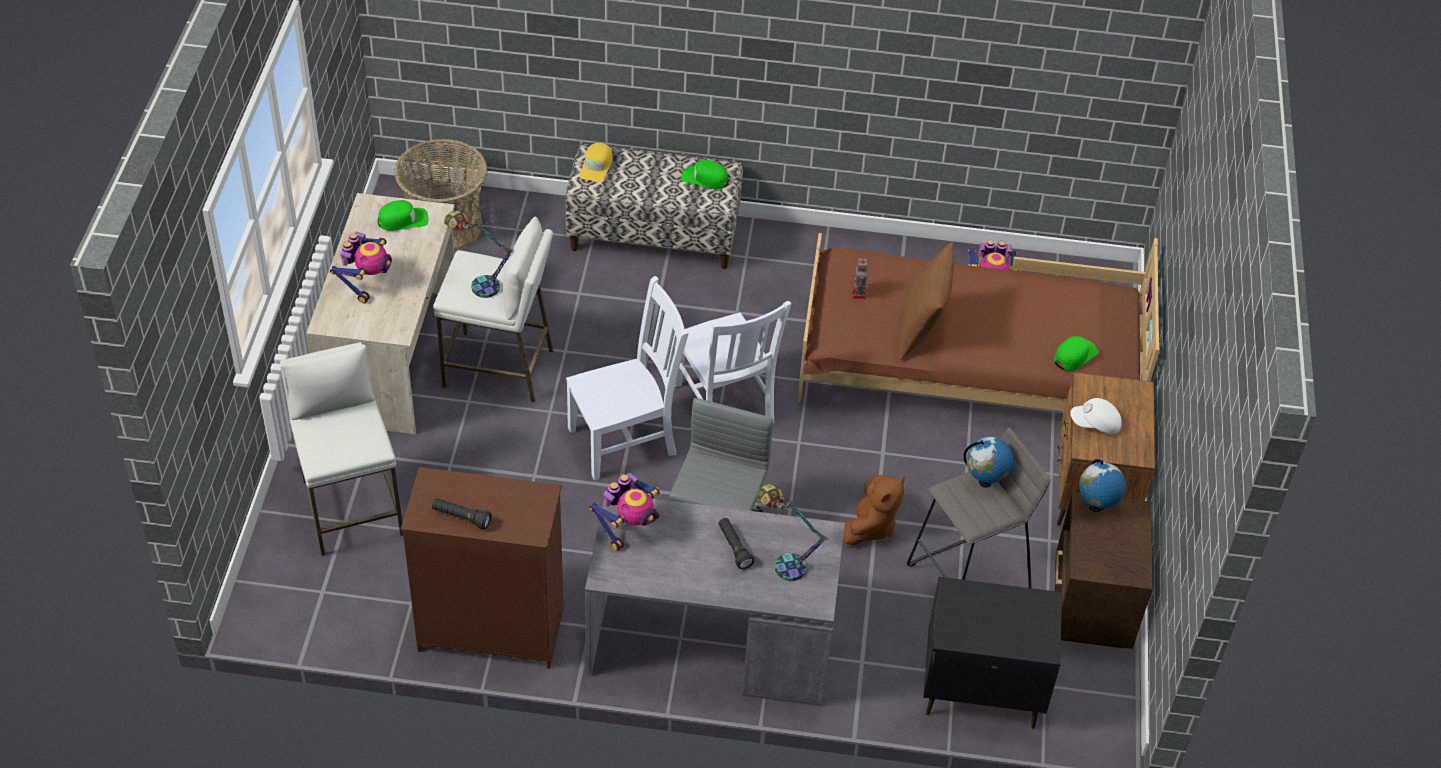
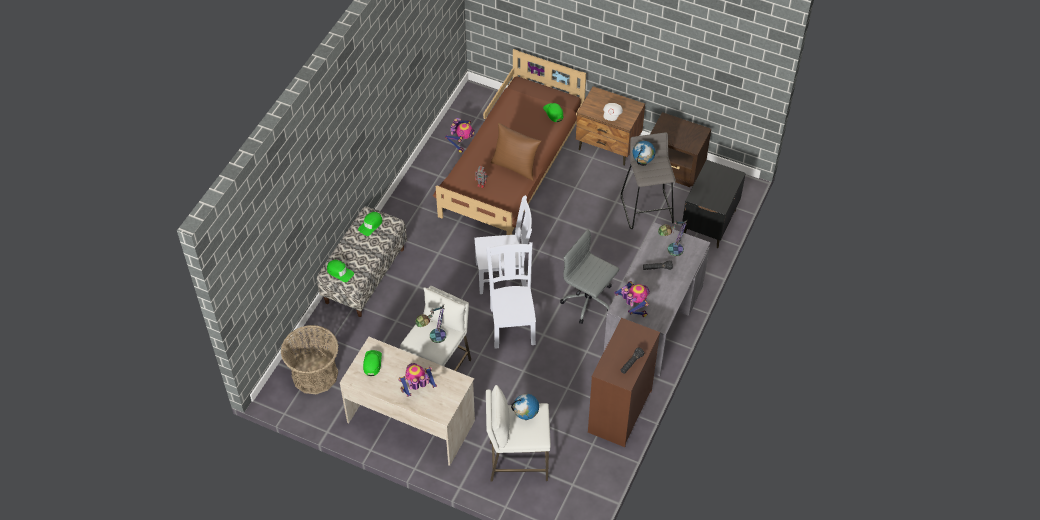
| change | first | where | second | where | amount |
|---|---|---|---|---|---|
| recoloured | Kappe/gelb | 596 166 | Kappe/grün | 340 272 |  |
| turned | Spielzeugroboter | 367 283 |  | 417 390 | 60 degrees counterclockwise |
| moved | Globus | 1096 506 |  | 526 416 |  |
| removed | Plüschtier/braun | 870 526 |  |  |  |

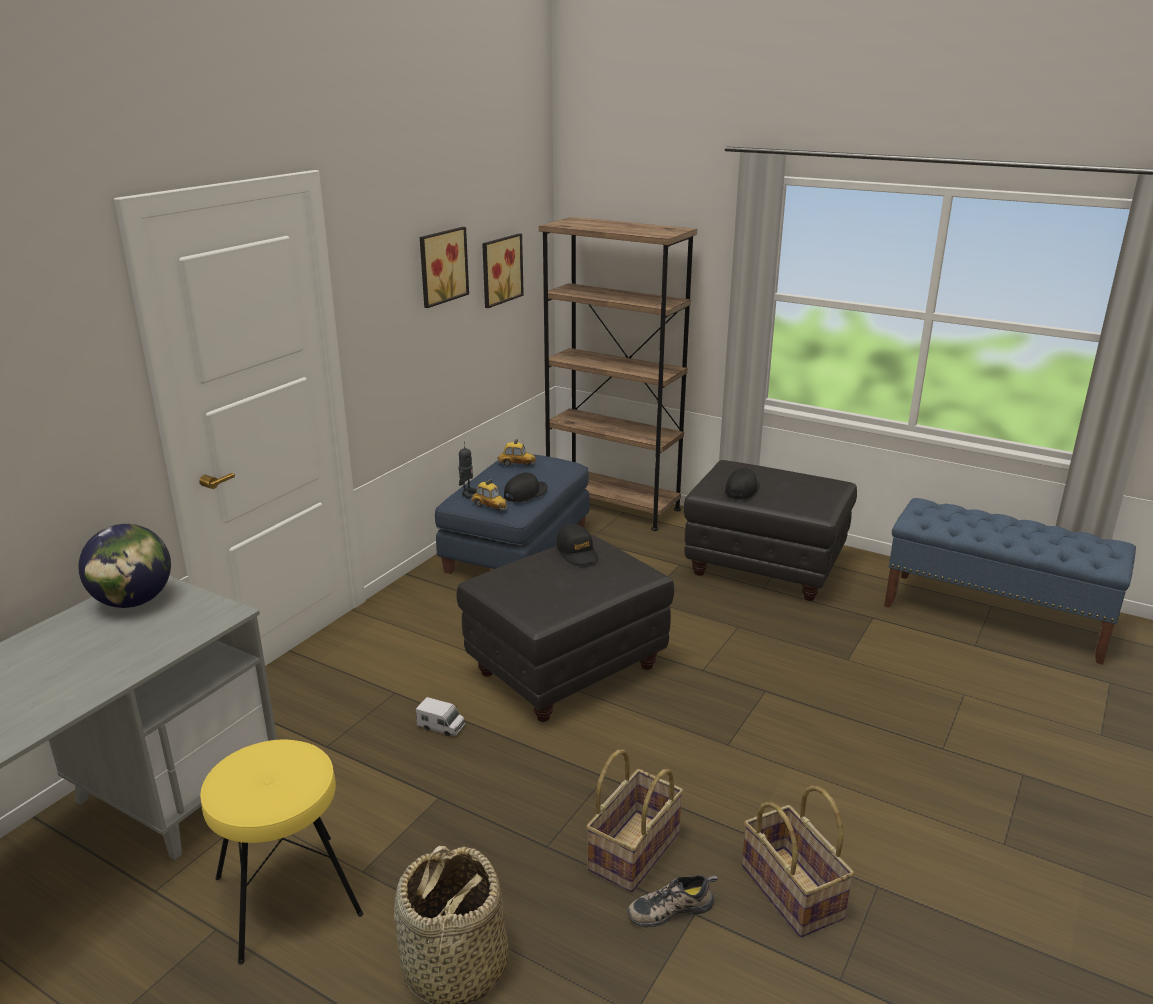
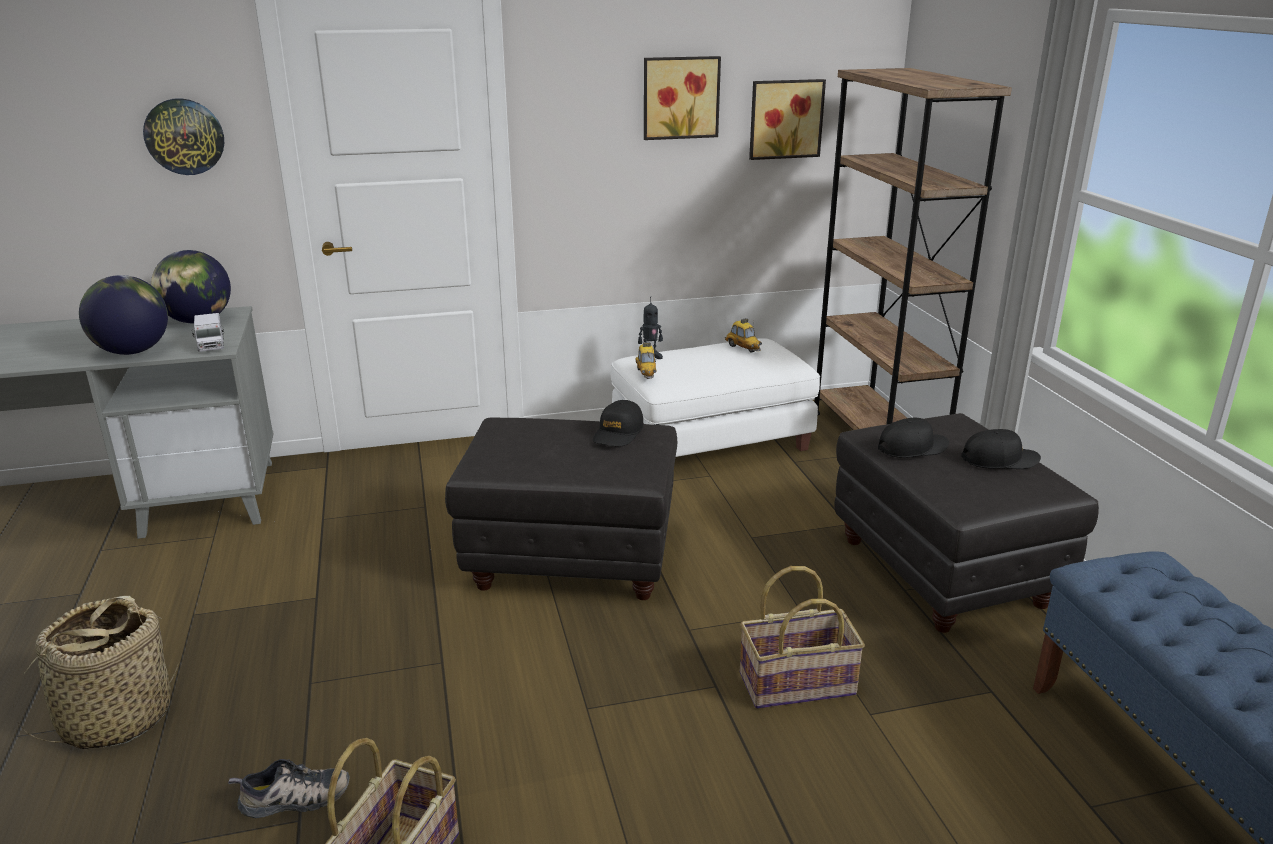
| change | first | where | second | where | amount |
|---|---|---|---|---|---|
| recoloured | Polsterhocker/blau | 517 549 | Polsterhocker/weiß | 712 442 |  |
| moved | Kappe/schwarz | 525 494 |  | 999 460 |  |
| moved | Spielzeuglaster | 441 727 |  | 211 345 |  |
| removed | Hocker/gelb | 287 896 |  |  |  |
| moved | Korb | 633 850 |  | 797 682 |  |
| turned | Schuh | 670 907 |  | 293 800 | 135 degrees clockwise |
| added |  |  | Wanduhr | 184 136 |  |
| added |  |  | Globus | 132 351 |  |

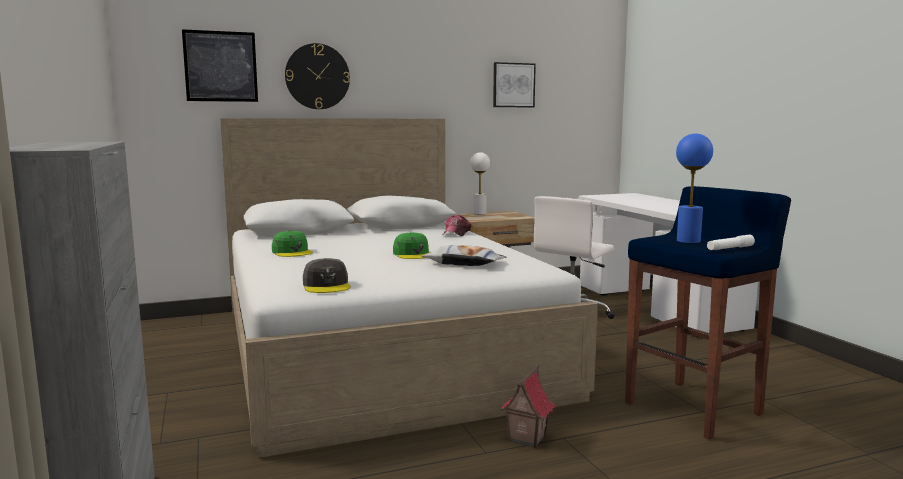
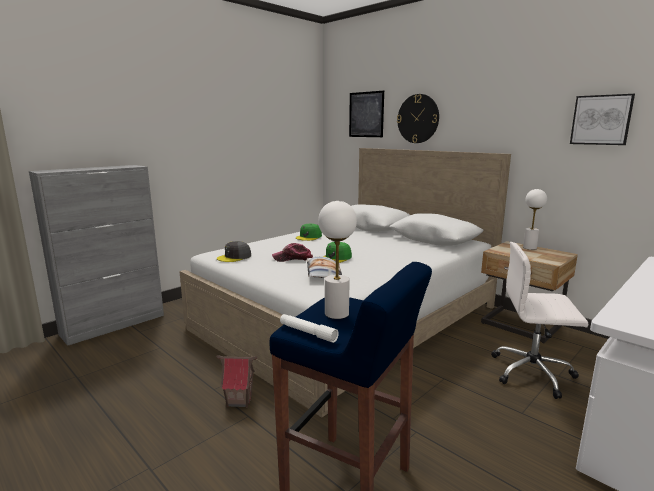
| change | first | where | second | where | amount |
|---|---|---|---|---|---|
| recoloured | Tischlampe/blau | 688 241 | Tischlampe/weiß | 336 313 |  |
| moved | Kappe | 457 233 |  | 293 258 |  |

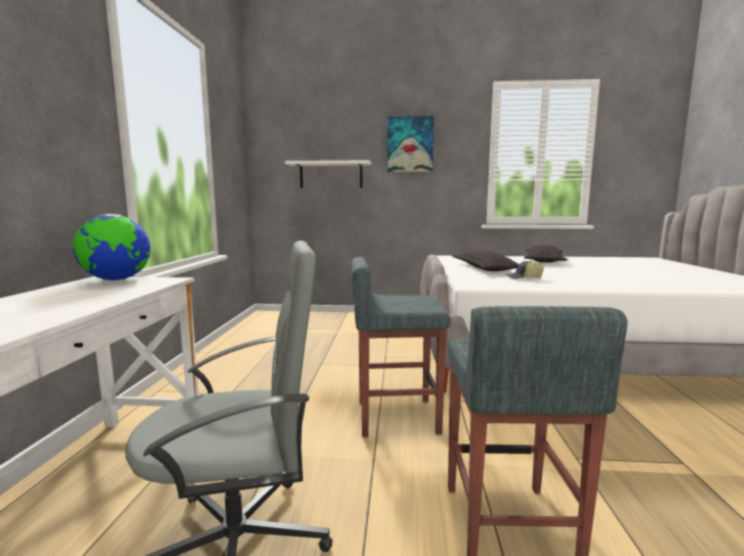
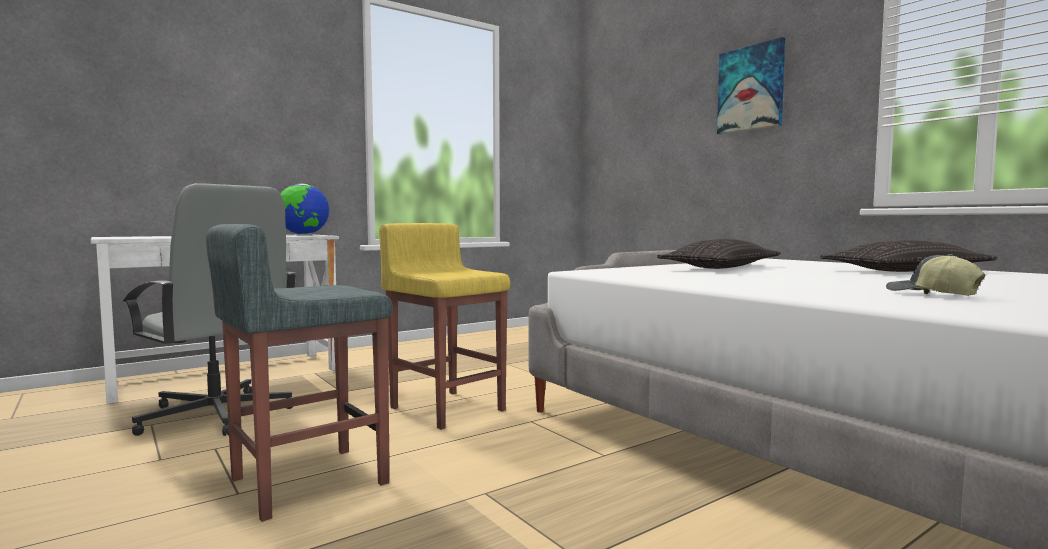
| change | first | where | second | where | amount |
|---|---|---|---|---|---|
| removed | Wandregal/weiß | 331 175 |  |  |  |
| recoloured | Hocker/grau | 396 417 | Hocker/gelb | 446 408 |  |
| moved | Kappe | 523 278 |  | 930 295 |  |

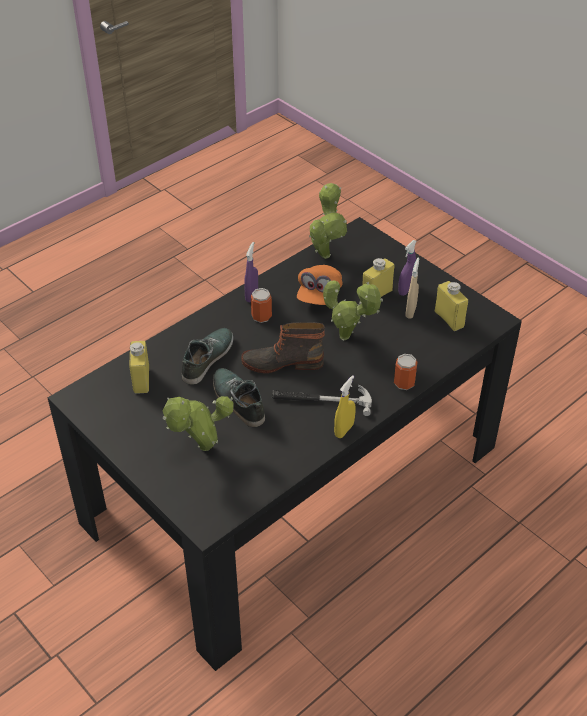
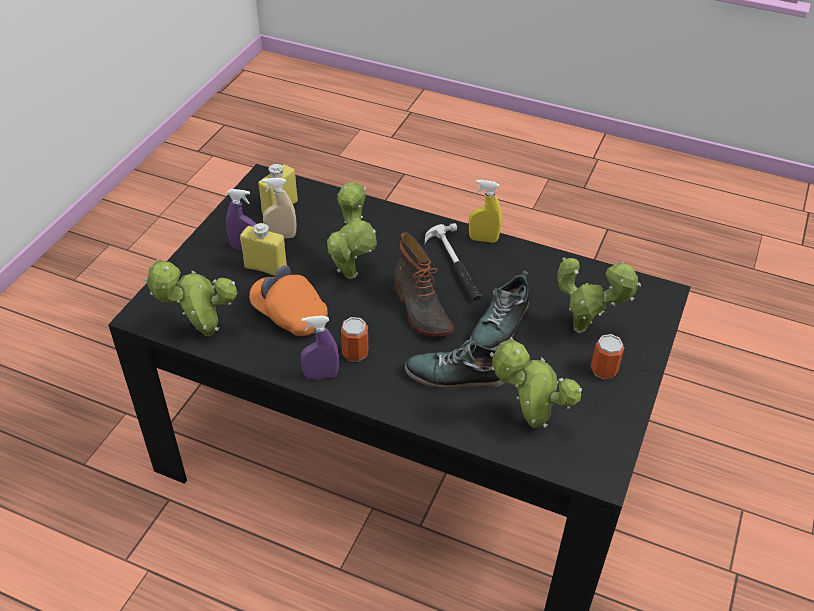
| change | first | where | second | where | amount |
|---|---|---|---|---|---|
| turned | Kappe/orange | 319 295 |  | 289 315 | 135 degrees counterclockwise |
| replaced | Flasche/gelb | 141 380 | Topfpflanze | 529 422 |  |
| moved | Dose | 404 383 |  | 603 370 |  |

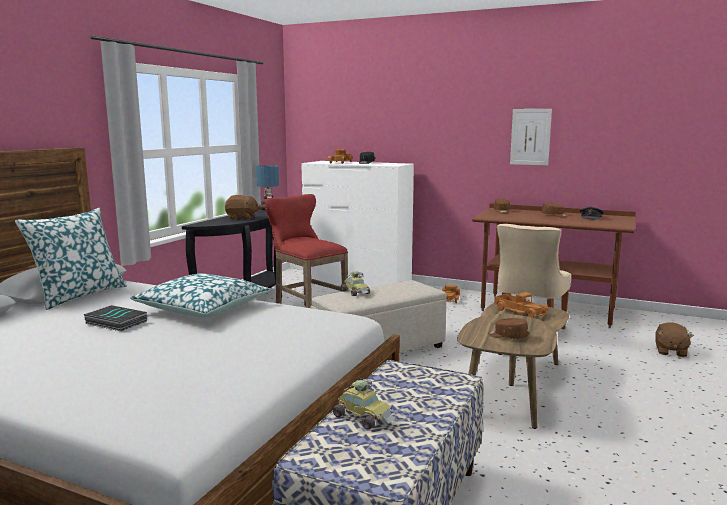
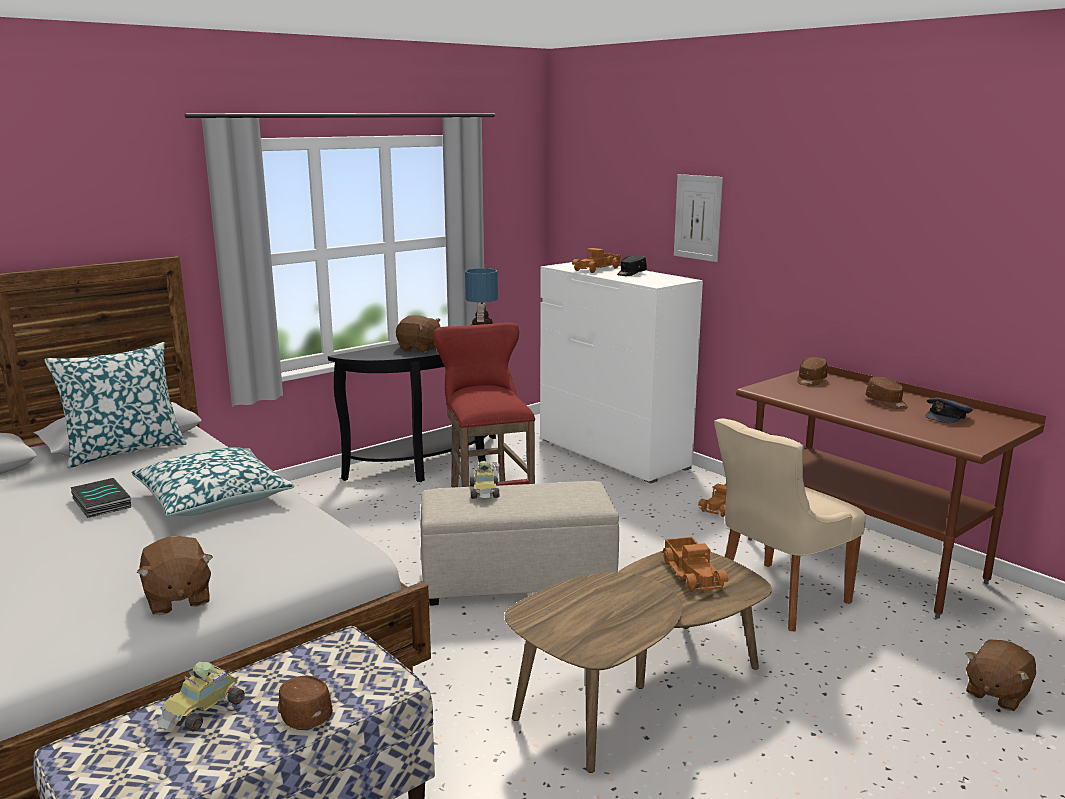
| change | first | where | second | where | amount |
|---|---|---|---|---|---|
| moved | Bild | 530 137 |  | 698 217 |  |
| moved | Kappe/braun | 507 336 |  | 303 712 |  |
| turned | Spielzeugauto | 364 417 |  | 204 710 | 60 degrees clockwise |
| added |  |  | Plüschtier/braun | 177 599 |  |

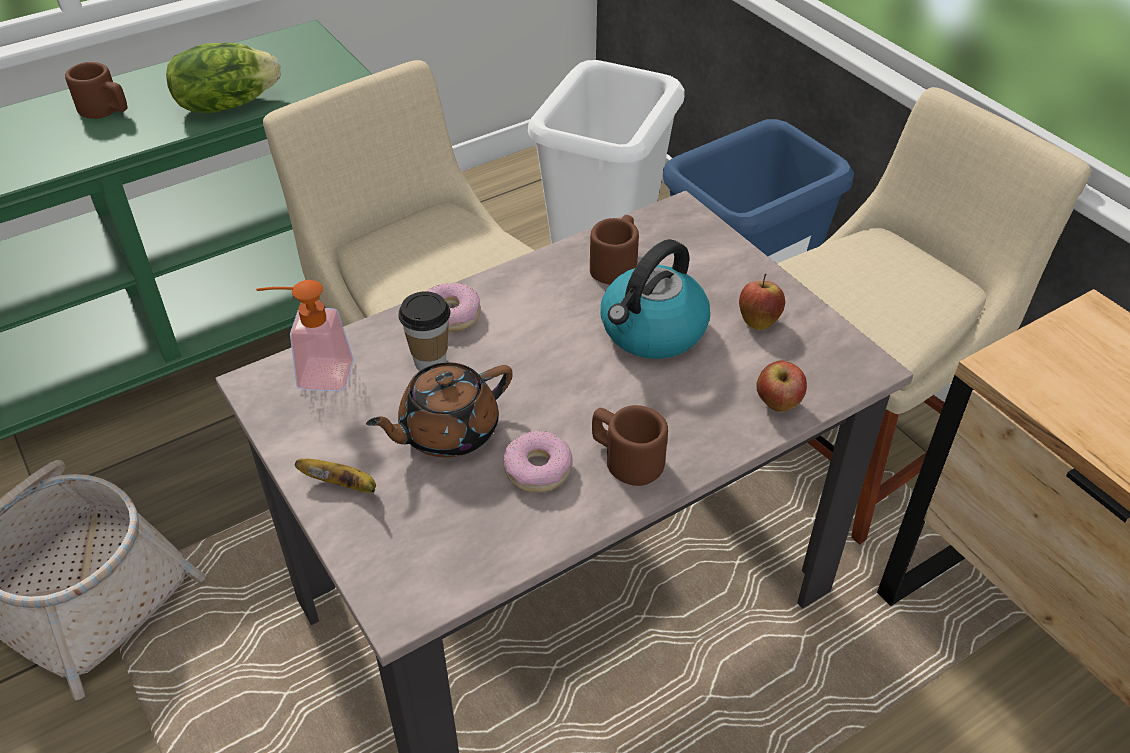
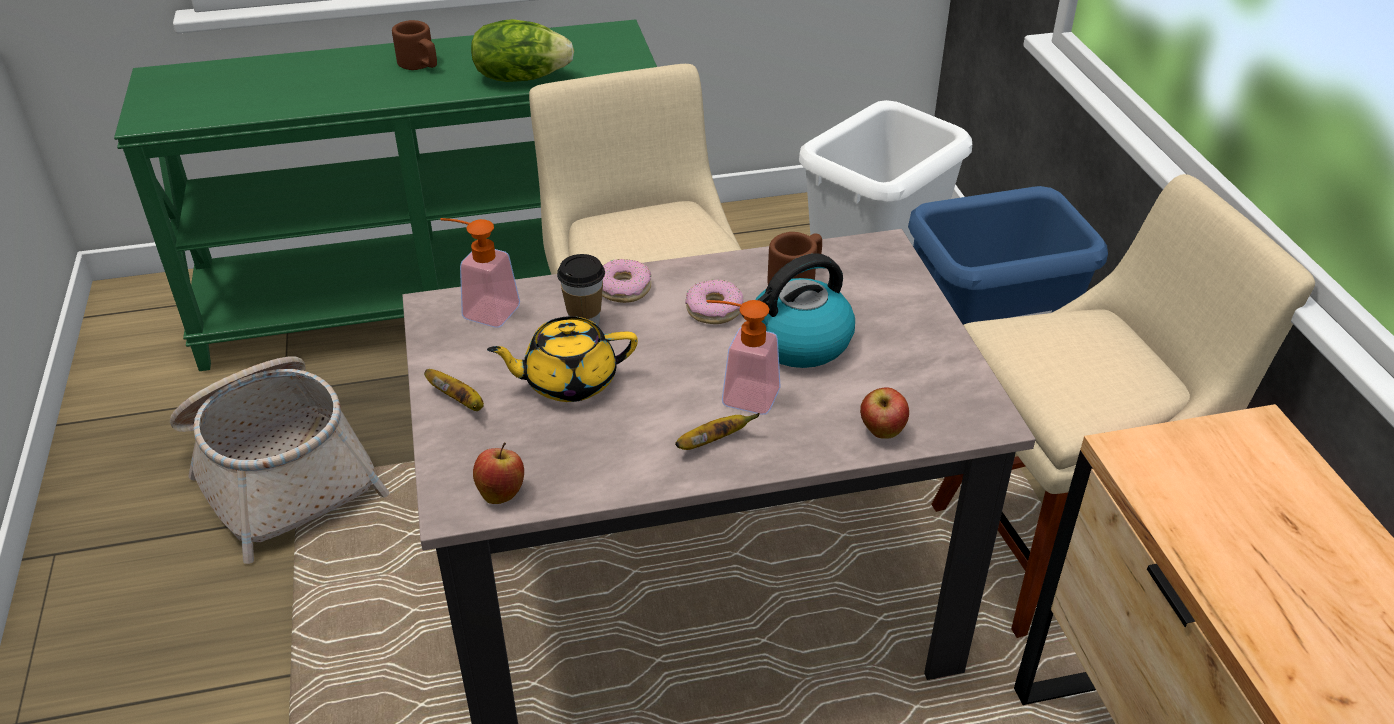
| change | first | where | second | where | amount |
|---|---|---|---|---|---|
| moved | Apfel | 758 320 |  | 501 493 |  |
| recoloured | Teekanne/braun | 447 431 | Teekanne/gelb | 568 381 |  |
| replaced | Henkelbecher/braun | 625 458 | Banane | 712 441 |  |
| moved | Donut | 537 469 |  | 713 309 |  |
| added |  |  | Seifenspender | 740 394 |  |

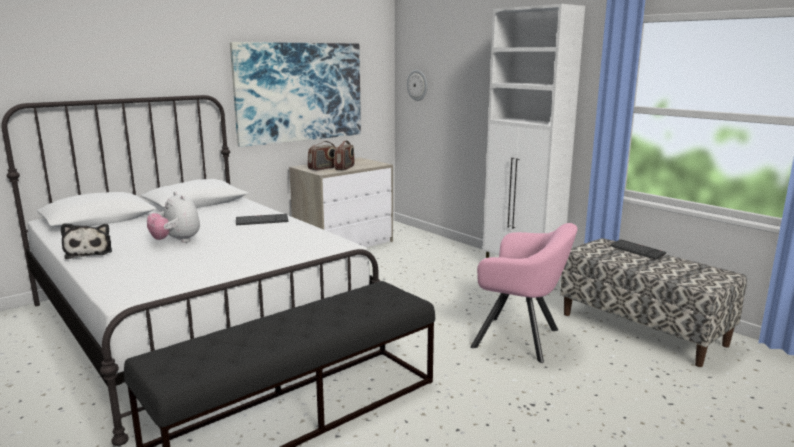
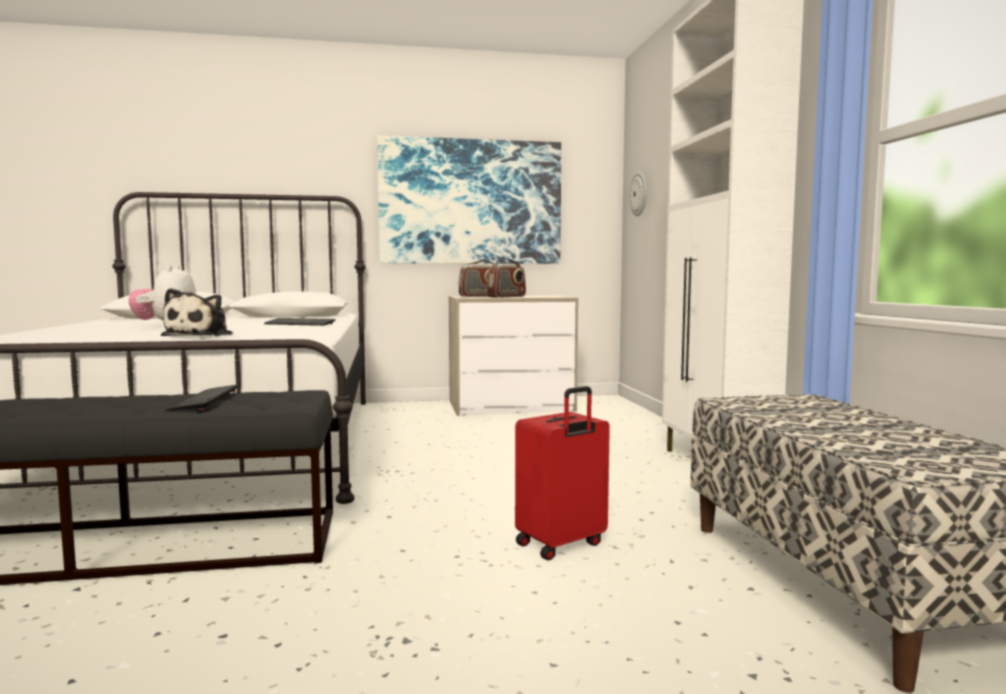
| change | first | where | second | where | amount |
|---|---|---|---|---|---|
| moved | Plüschtier | 89 252 |  | 201 335 |  |
| replaced | Sessel/rosa | 521 339 | Koffer/rot | 561 545 |  |
| moved | Tastatur | 637 250 |  | 205 400 |  |

